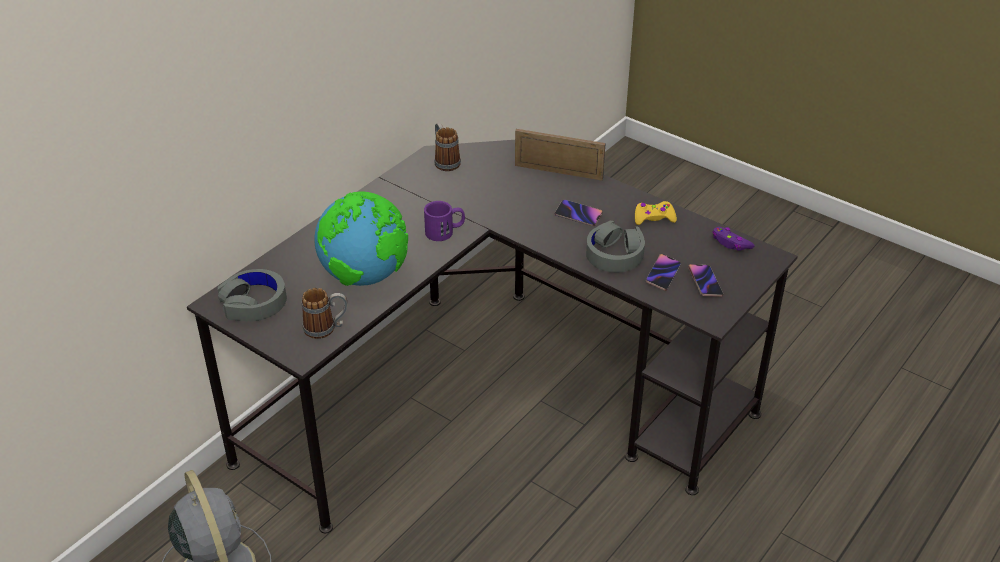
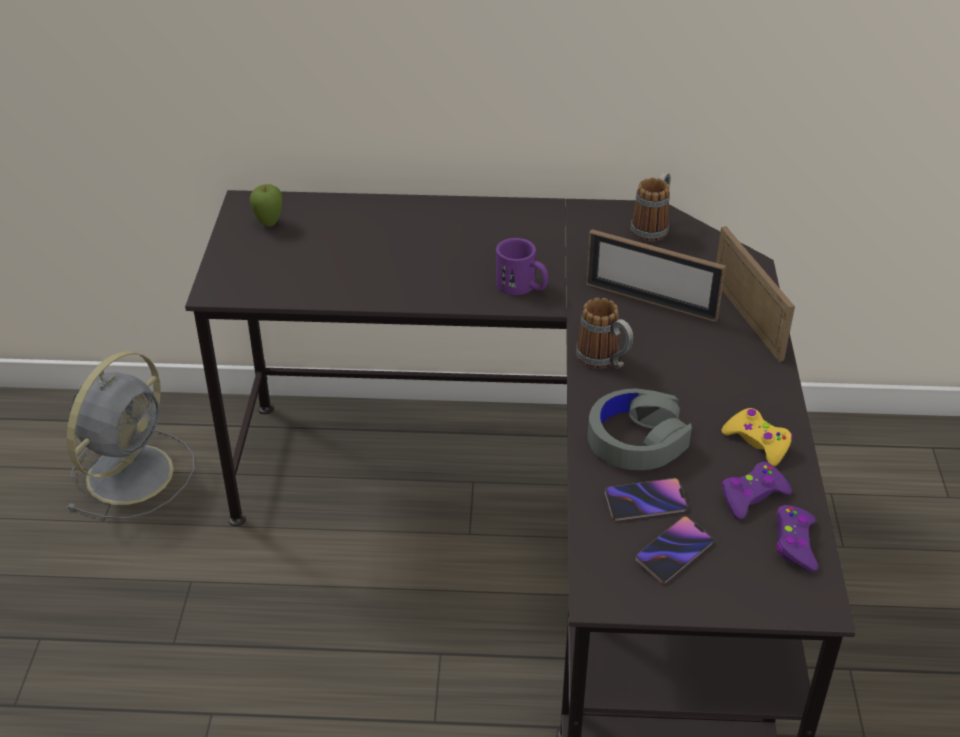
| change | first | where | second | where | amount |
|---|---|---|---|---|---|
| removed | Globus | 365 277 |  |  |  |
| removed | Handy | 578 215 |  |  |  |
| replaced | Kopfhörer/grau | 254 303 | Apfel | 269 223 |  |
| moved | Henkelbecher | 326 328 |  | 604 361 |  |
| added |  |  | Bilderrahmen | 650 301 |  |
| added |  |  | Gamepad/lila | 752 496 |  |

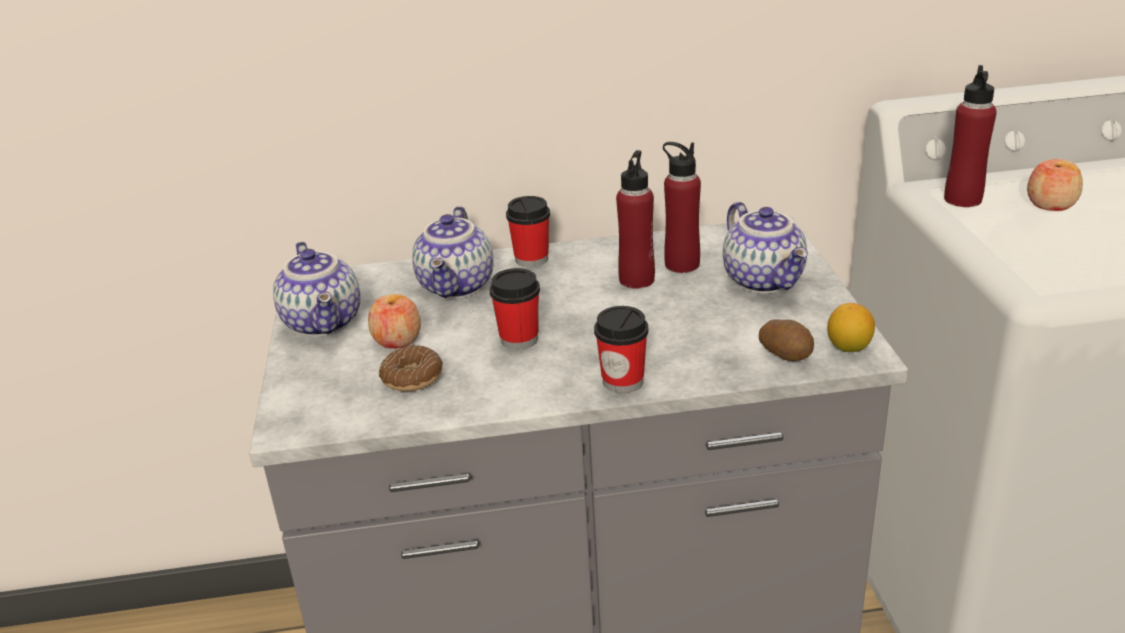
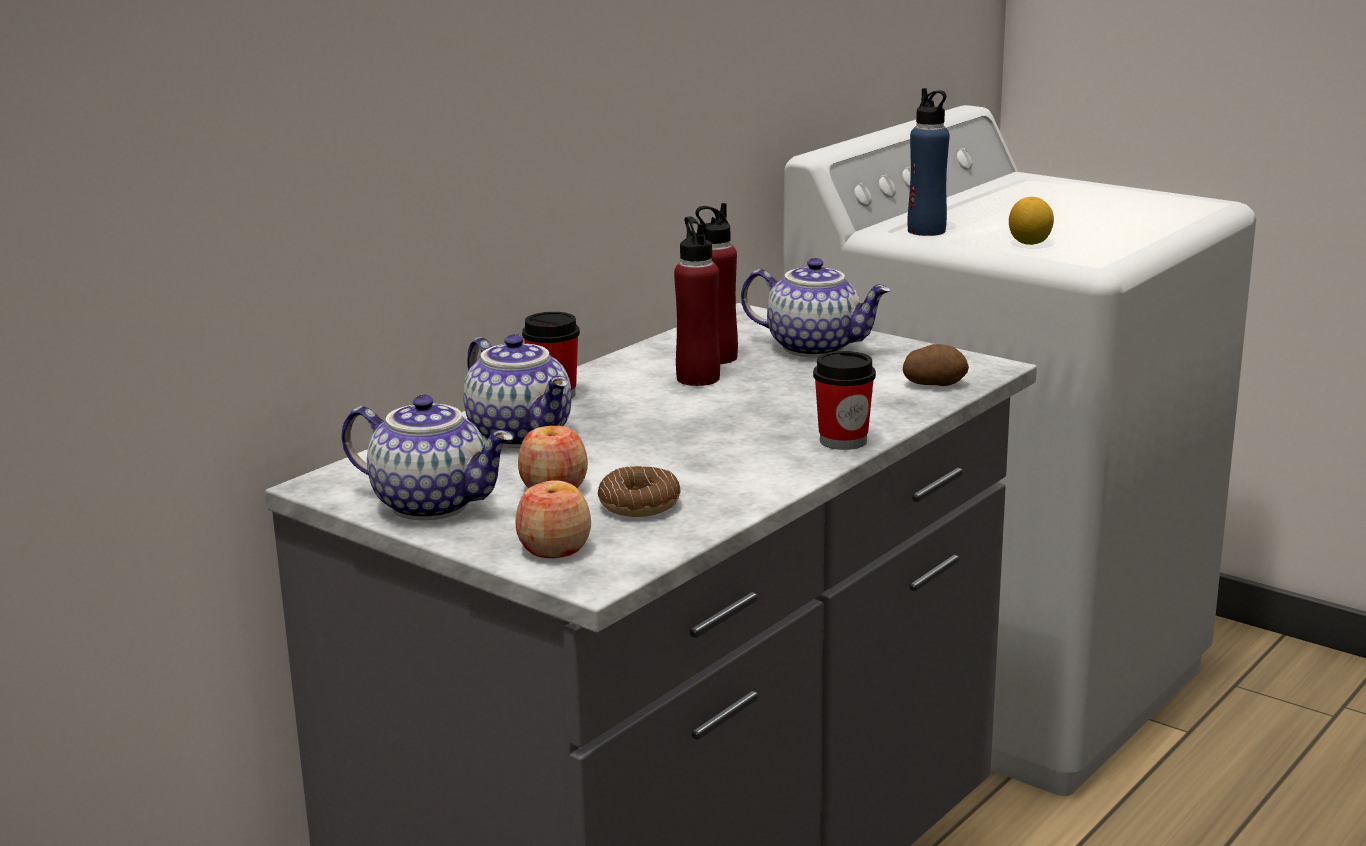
| change | first | where | second | where | amount |
|---|---|---|---|---|---|
| recoloured | Flasche/rot | 962 199 | Flasche/blau | 926 231 |  |
| moved | Apfel | 1051 204 |  | 554 549 |  |
| removed | Tasse | 519 339 |  |  |  |
| moved | Zitrone | 849 347 |  | 1030 243 |  |

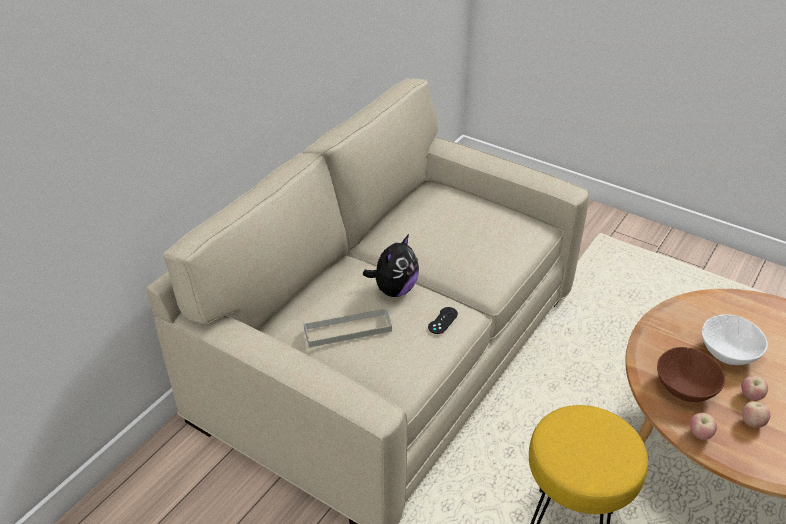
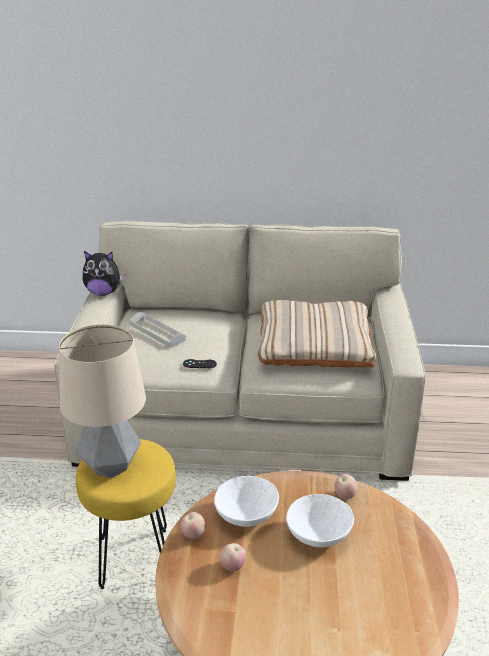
| change | first | where | second | where | amount |
|---|---|---|---|---|---|
| moved | Plüschtier | 394 289 |  | 103 293 |  |
| recoloured | Schüssel/braun | 685 387 | Schüssel/weiß | 247 515 |  |
| moved | Apfel | 750 396 |  | 345 495 |  |
| added |  |  | Kissen/beige | 314 342 |  |
| added |  |  | Tischlampe | 110 466 |  |

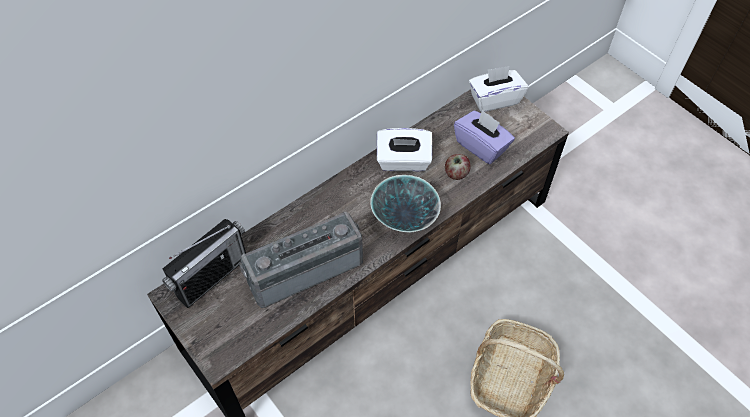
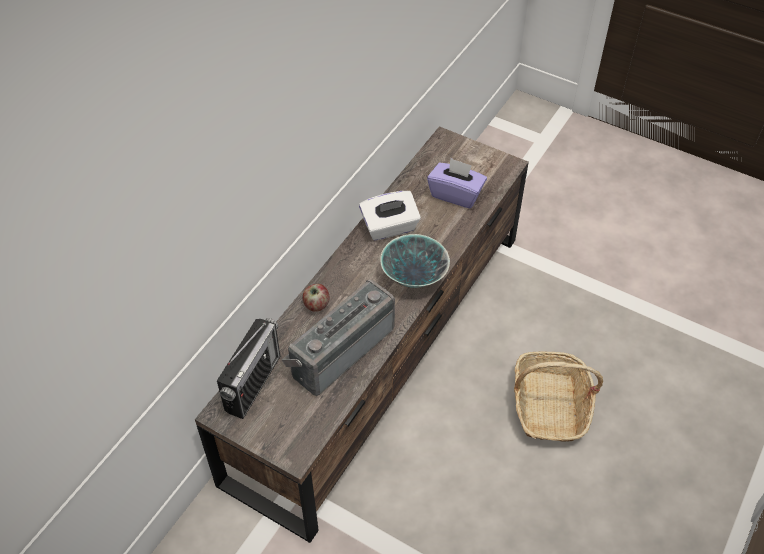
| change | first | where | second | where | amount |
|---|---|---|---|---|---|
| removed | Taschentuchbox/weiß | 494 99 |  |  |  |
| moved | Apfel | 456 174 |  | 316 305 |  |

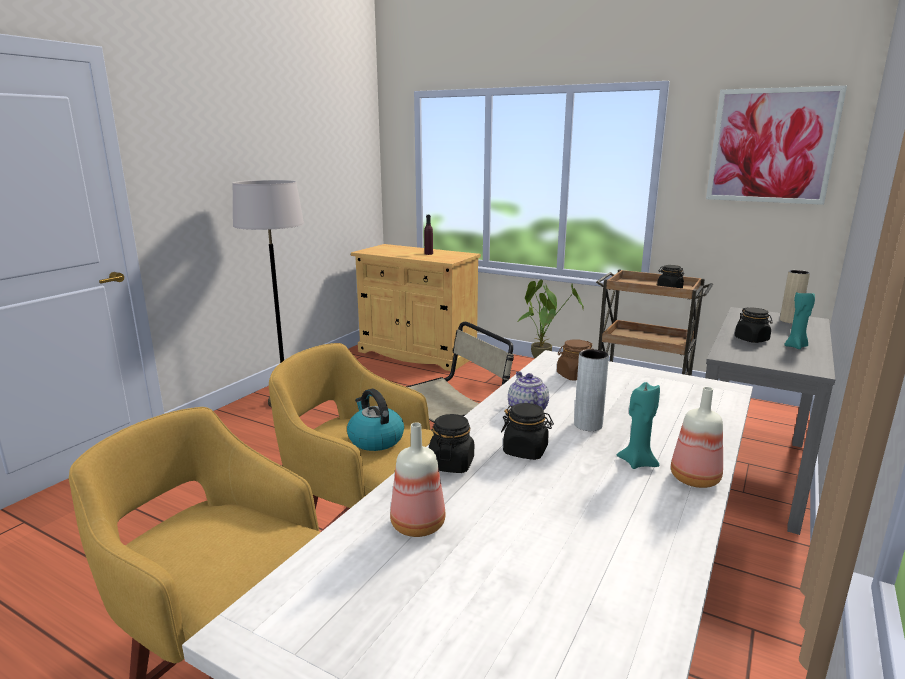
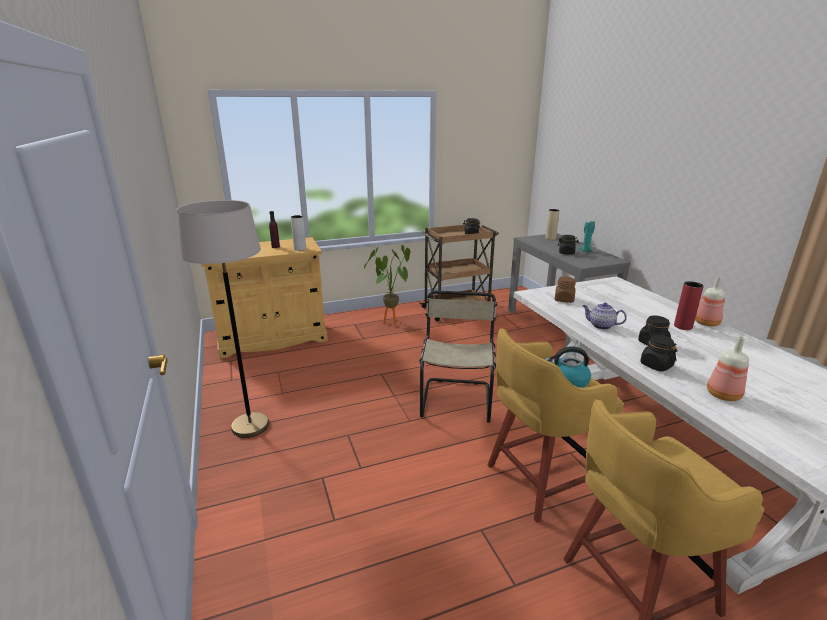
| change | first | where | second | where | amount |
|---|---|---|---|---|---|
| removed | Bild | 771 146 |  |  |  |
| moved | Vase/grau | 588 425 |  | 300 249 |  |
| replaced | Kerze/türkis | 637 462 | Vase/rot | 683 326 |  |

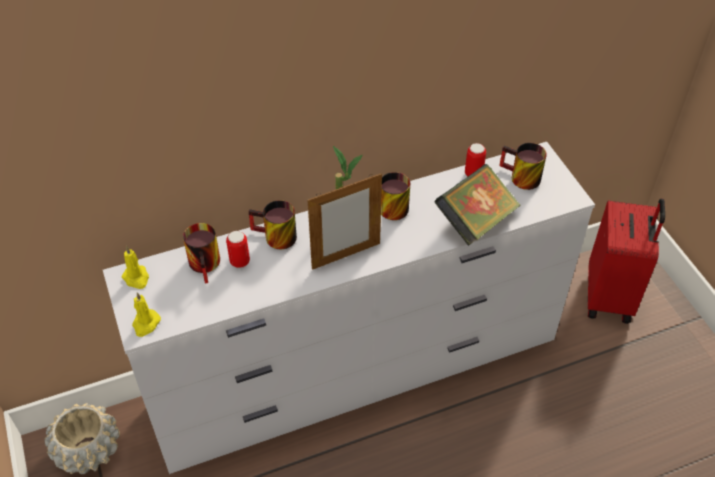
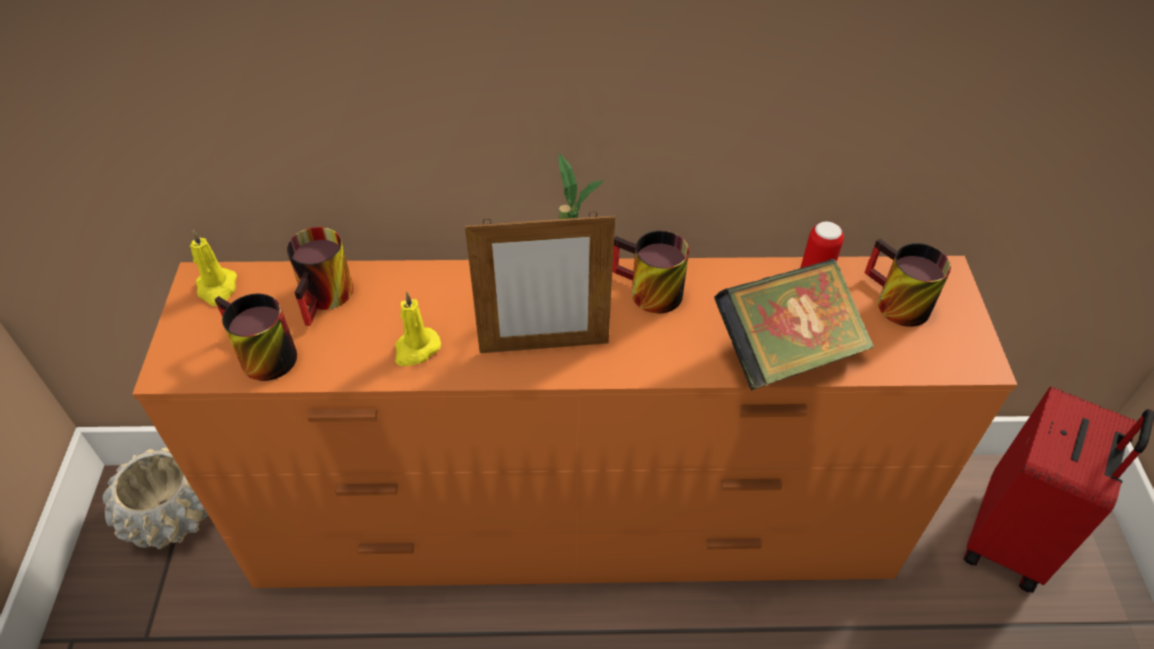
| change | first | where | second | where | amount |
|---|---|---|---|---|---|
| recoloured | Kommode/weiß | 357 372 | Kommode/orange | 575 528 |  |
| moved | Henkelbecher | 274 238 |  | 258 357 |  |
| removed | Dose | 240 261 |  |  |  |
| moved | Kerze/gelb | 146 324 |  | 416 349 |  |

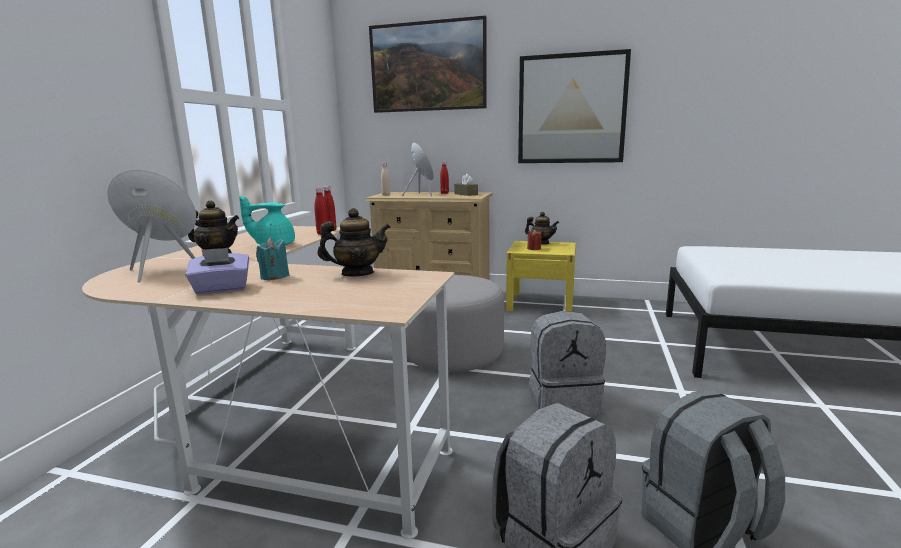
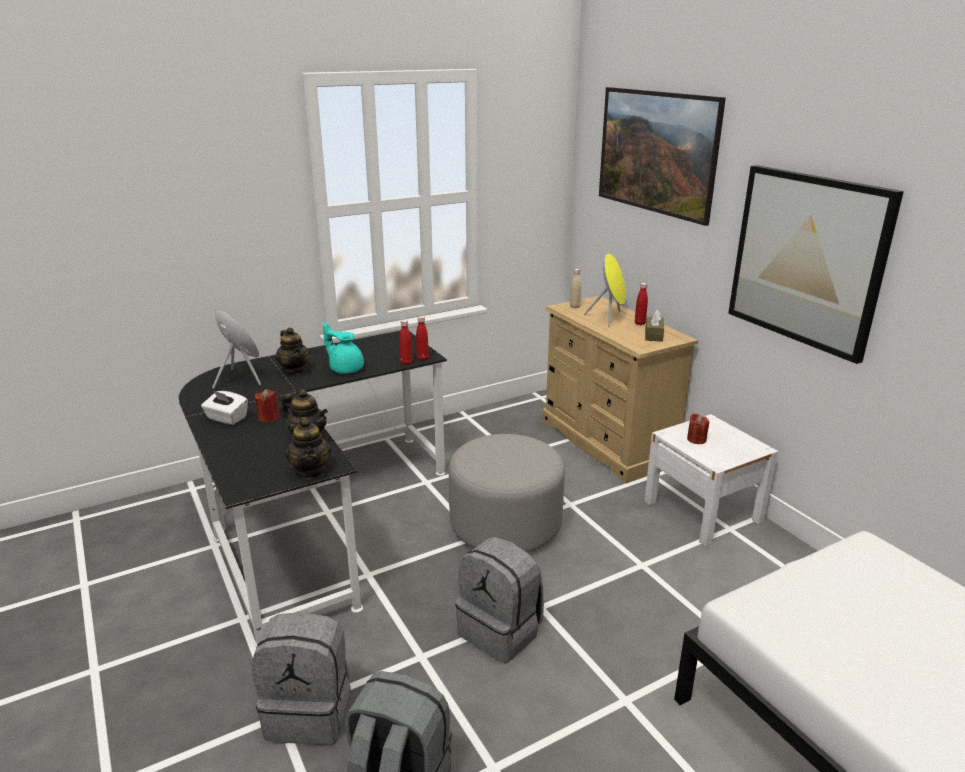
| change | first | where | second | where | amount |
|---|---|---|---|---|---|
| moved | Teekanne | 541 243 |  | 311 471 |  |
| recoloured | Schreibtisch/beige | 283 419 | Schreibtisch/schwarz | 314 516 |  |
| recoloured | Kerze/türkis | 274 277 | Kerze/rot | 269 417 |  |
| recoloured | Nachttisch/gelb | 540 303 | Nachttisch/weiß | 703 511 |  |
| recoloured | Taschentuchbox/lila | 222 289 | Taschentuchbox/weiß | 226 418 |  |

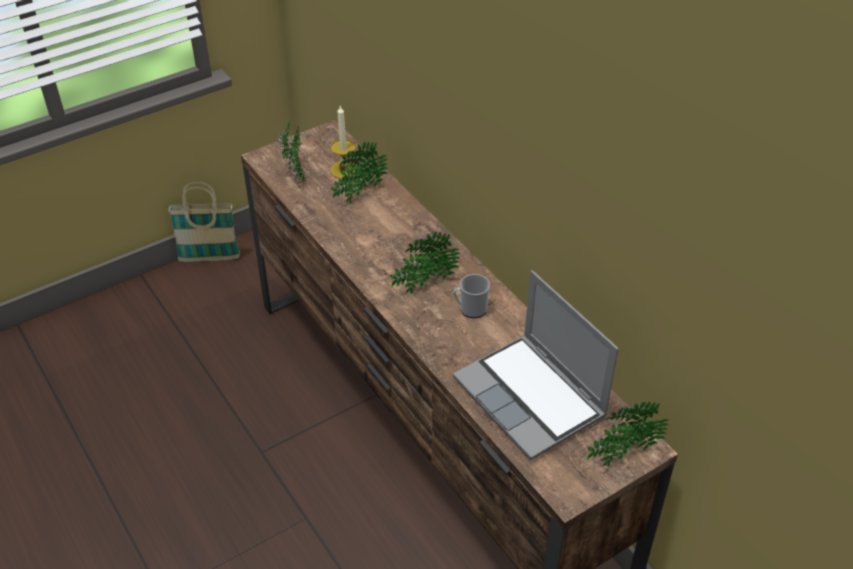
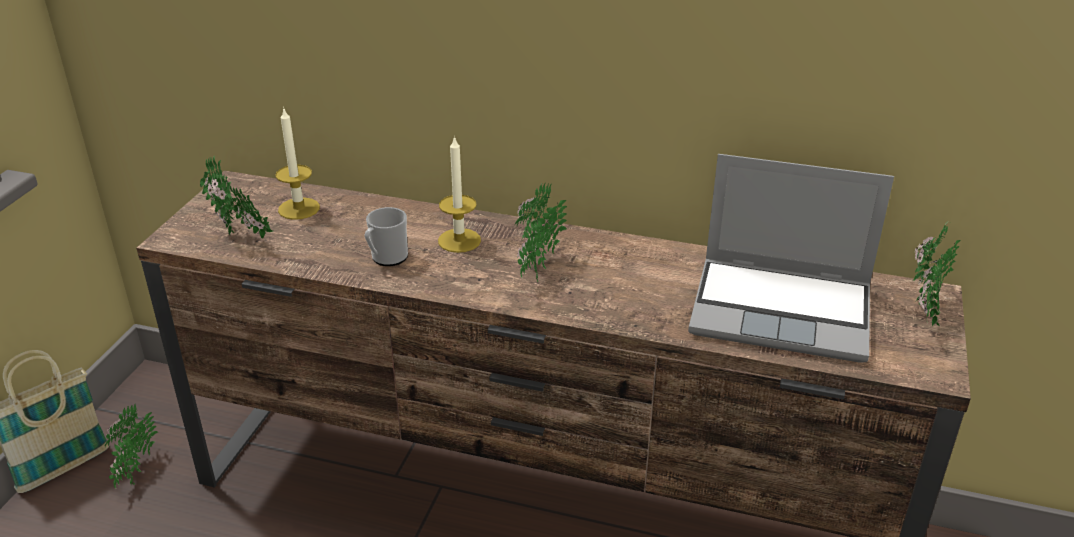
| change | first | where | second | where | amount |
|---|---|---|---|---|---|
| moved | Topfpflanze | 358 195 |  | 134 472 |  |
| moved | Henkelbecher | 470 309 |  | 386 258 |  |
| added |  |  | Kerze | 459 240 |  |

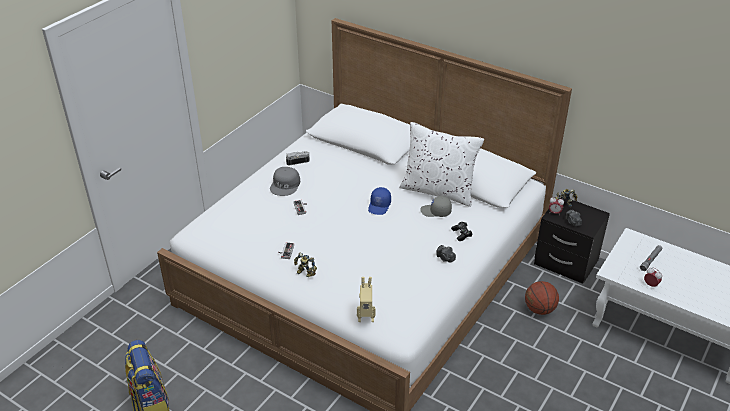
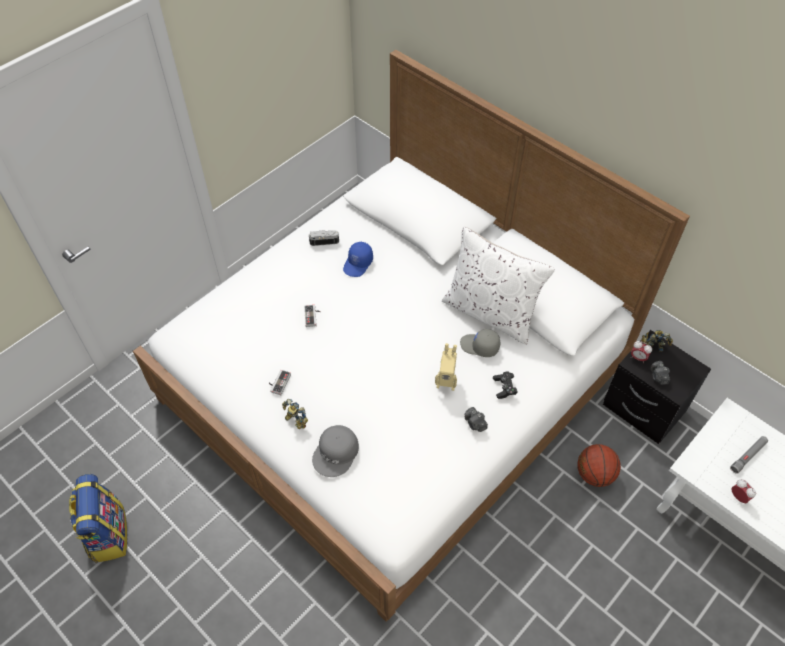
| change | first | where | second | where | amount |
|---|---|---|---|---|---|
| moved | Kappe/grau | 285 185 |  | 336 453 |  |
| moved | Kappe/blau | 379 206 |  | 358 264 |  |
| moved | Spielzeugroboter | 366 316 |  | 446 381 |  |

